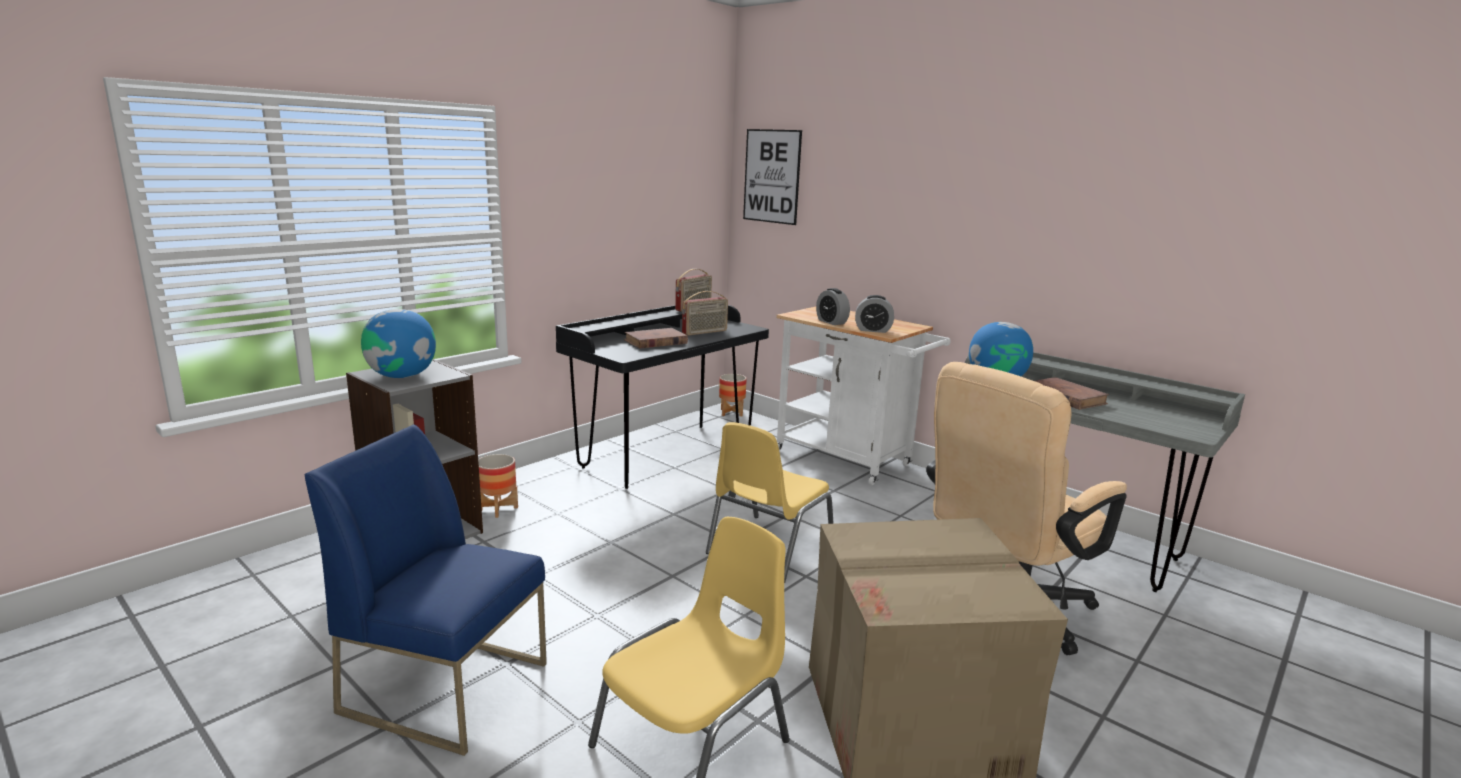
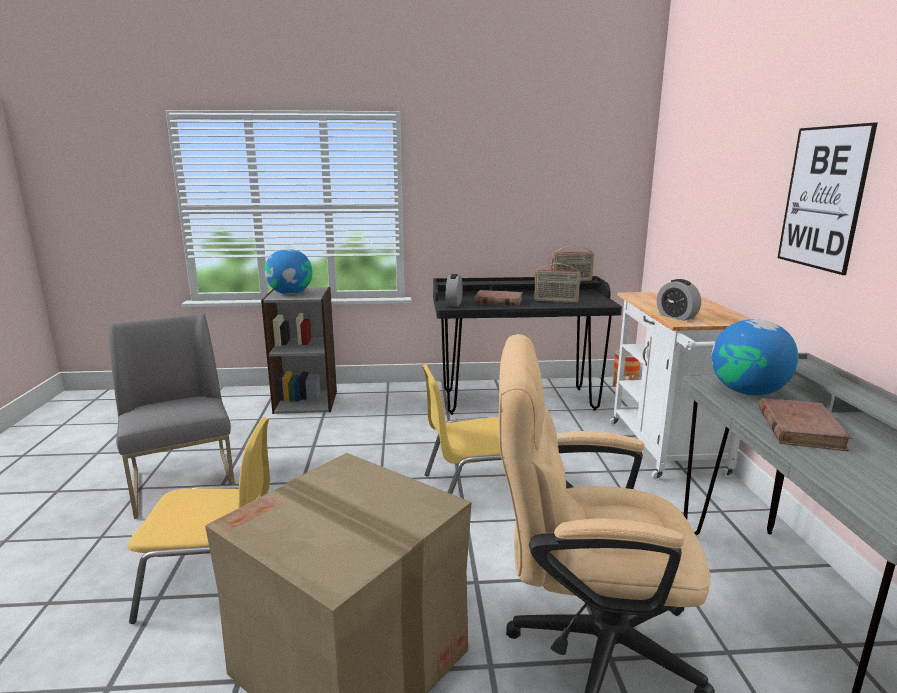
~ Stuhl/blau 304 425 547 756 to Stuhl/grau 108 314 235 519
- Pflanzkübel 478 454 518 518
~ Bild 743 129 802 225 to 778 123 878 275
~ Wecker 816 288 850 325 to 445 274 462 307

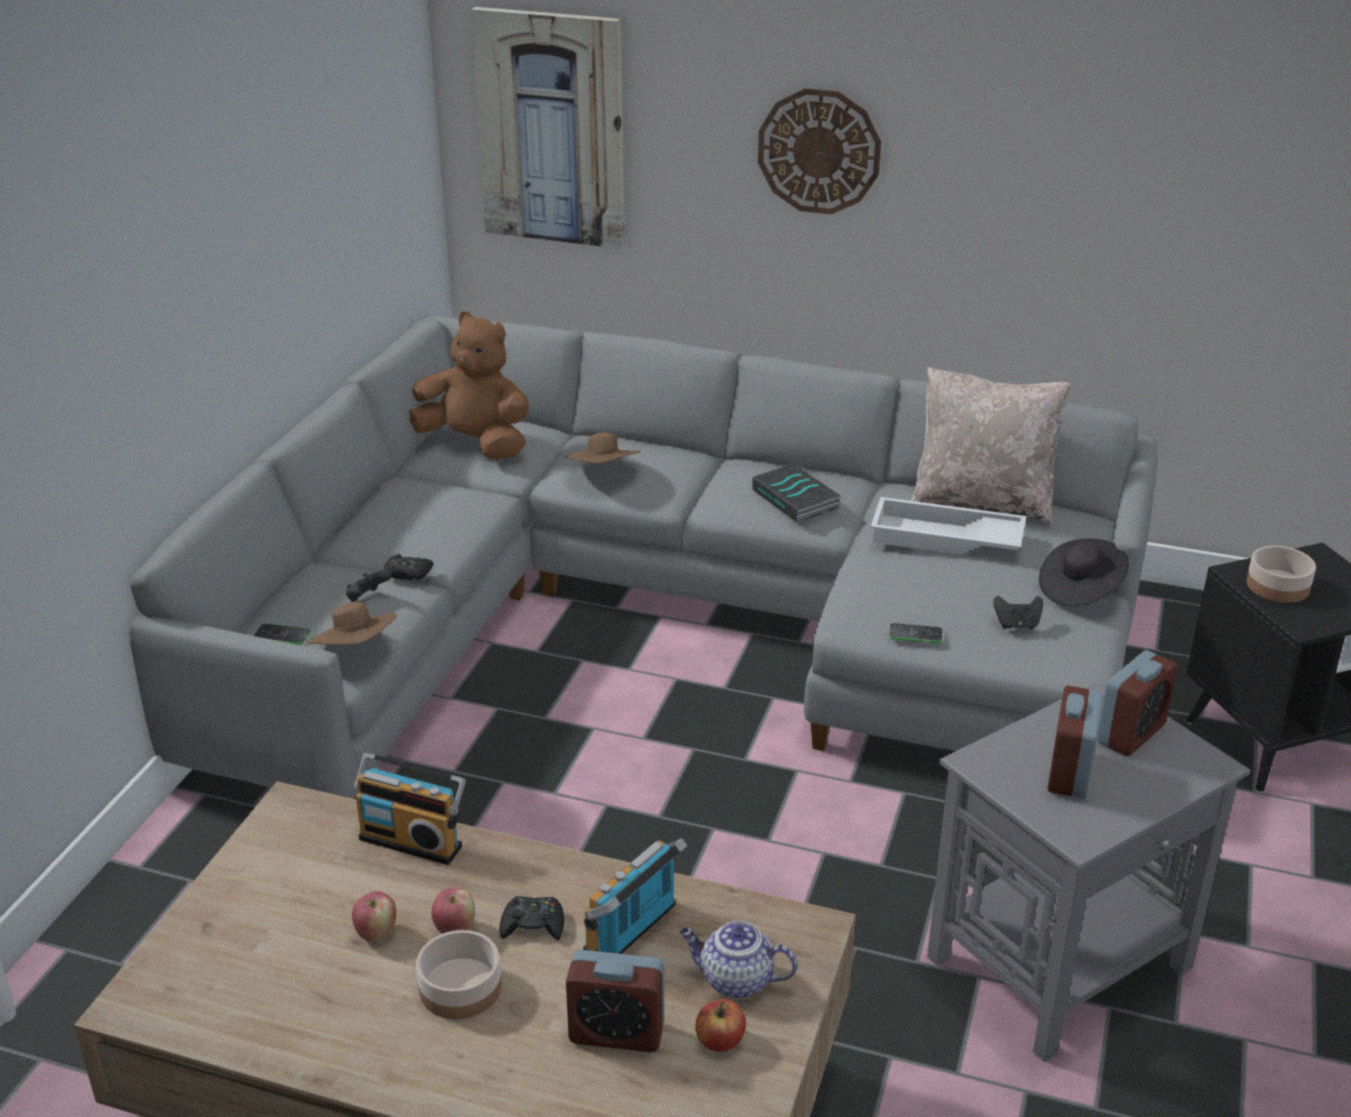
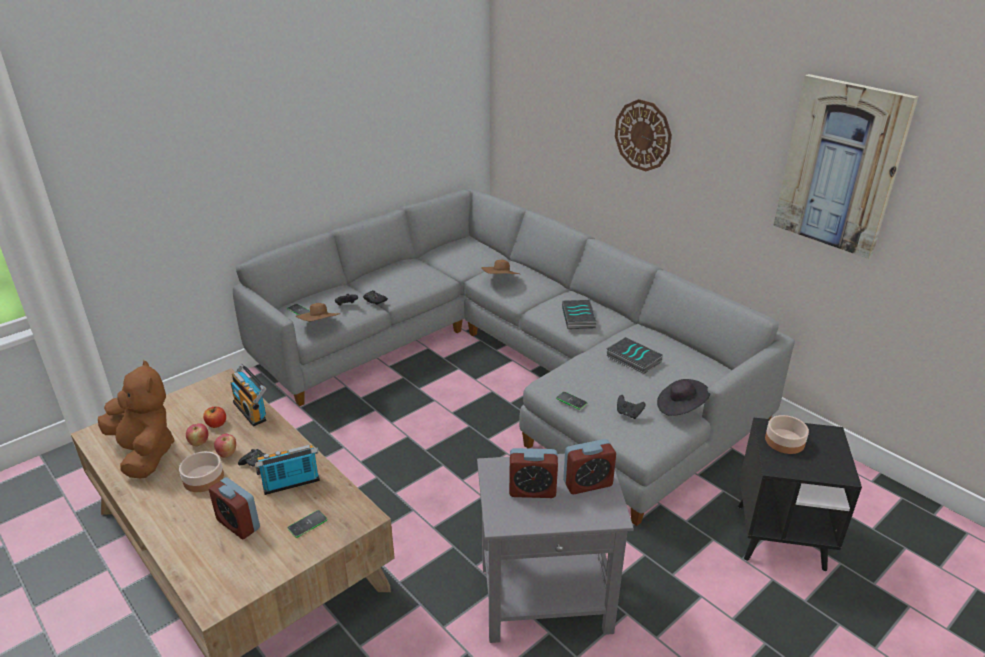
~ Plüschtier/braun 409 311 529 460 to 98 360 175 478
~ Bild 471 7 625 249 to 773 74 918 259
~ Teekanne 679 921 797 999 to Handy 288 510 327 538
~ Apfel 695 999 746 1052 to 203 407 226 428
~ Tablett/weiß 871 497 1026 555 to Buch 606 337 663 375
- Kissen/beige 911 367 1071 525
~ Wecker 1048 686 1103 799 = 509 448 558 498 135 degrees counterclockwise

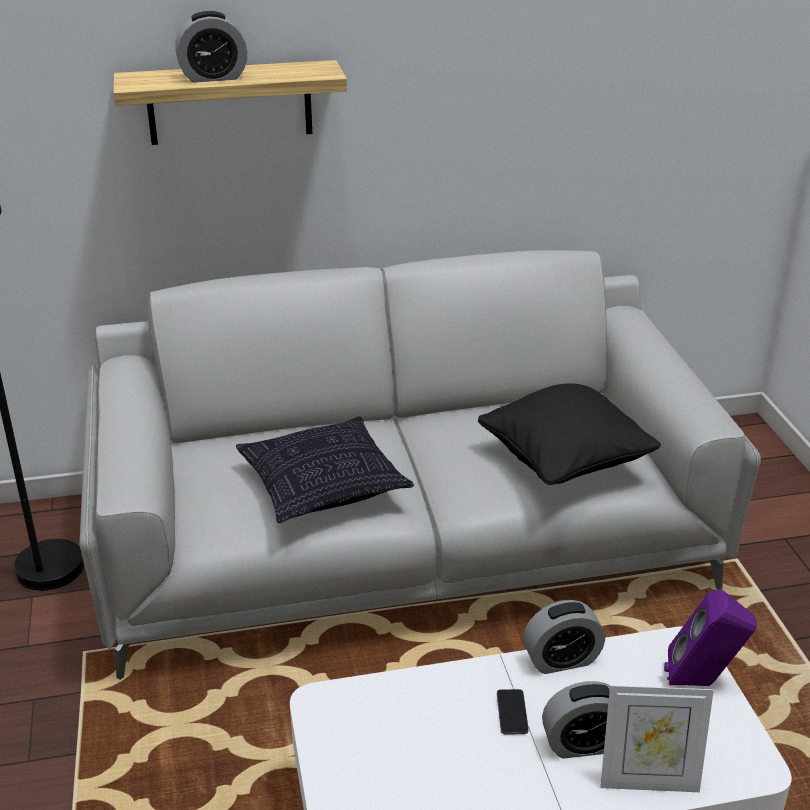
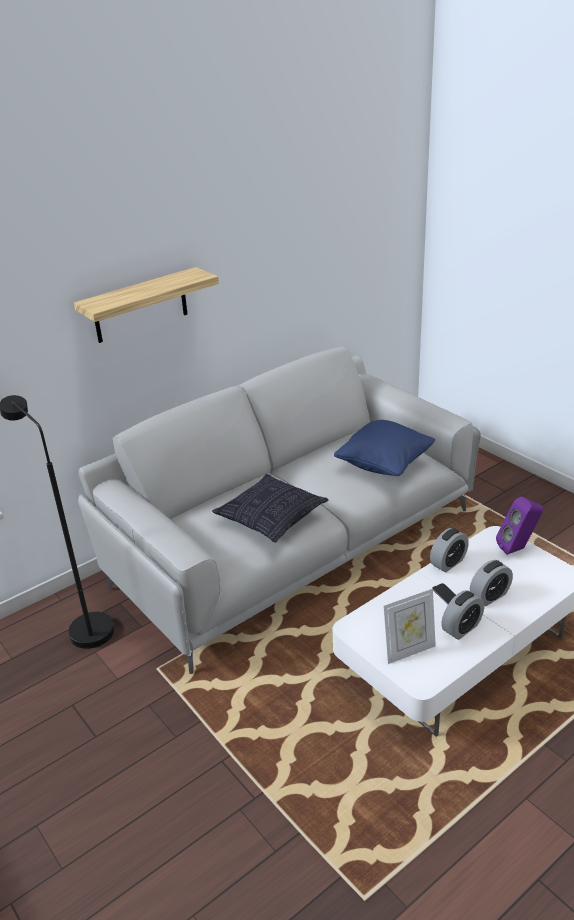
~ Wecker 175 11 247 83 to 441 590 484 640
~ Kissen/schwarz 478 383 661 485 to Kissen/blau 334 420 435 476
~ Bilderrahmen 600 685 714 792 to 383 588 436 664

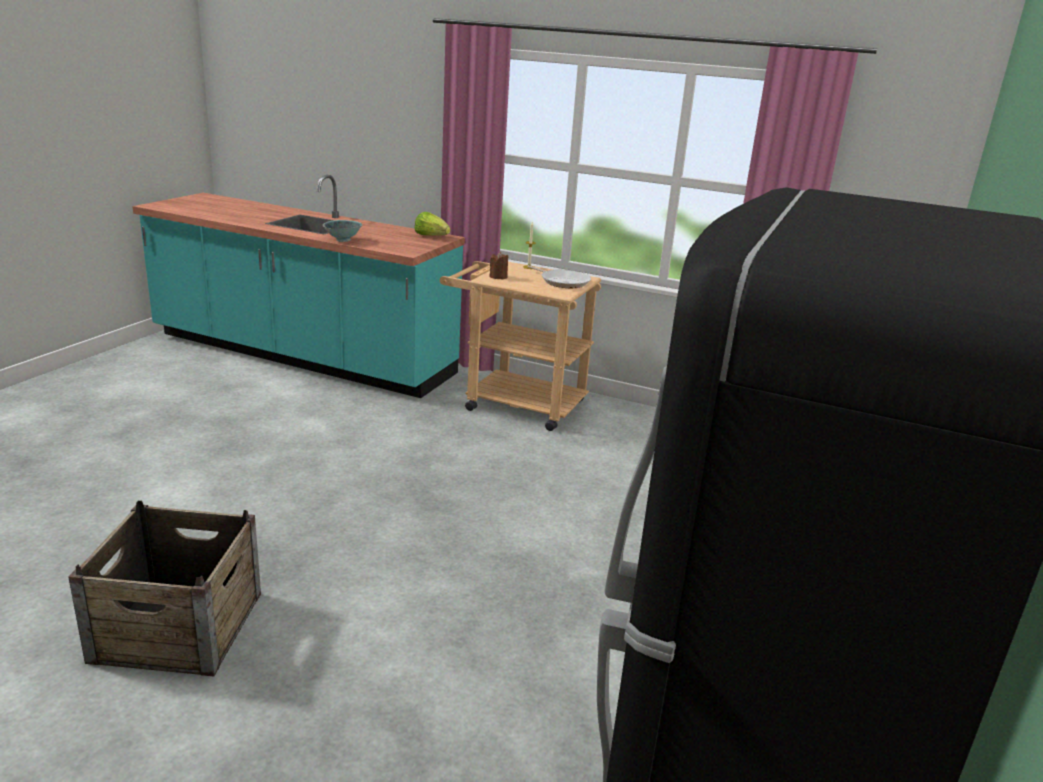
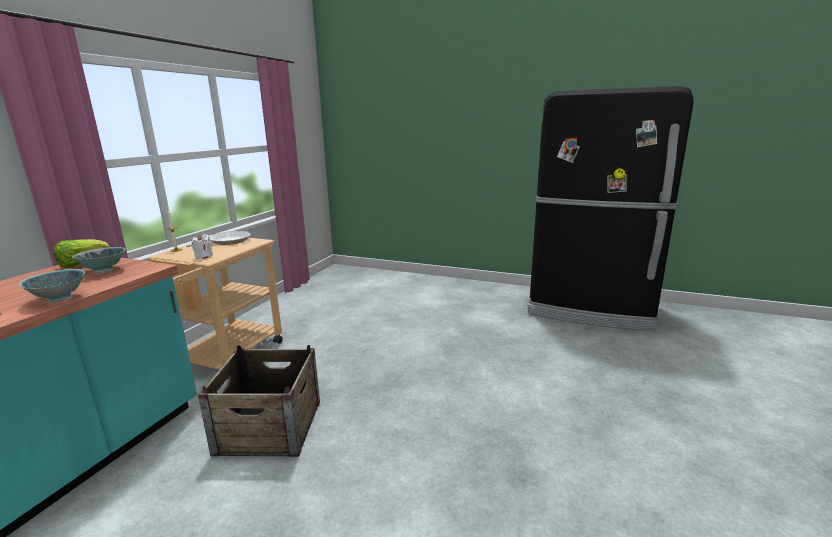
~ Kiste 68 500 261 676 to 198 345 320 457
~ Kerze/braun 489 252 508 280 to Kerze/weiß 191 234 213 259
+ Schüssel 72 247 125 273

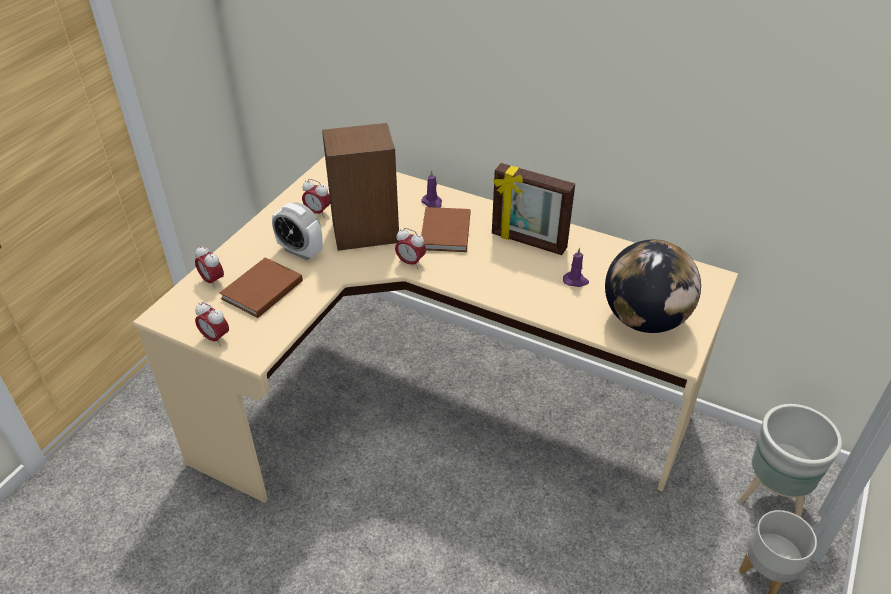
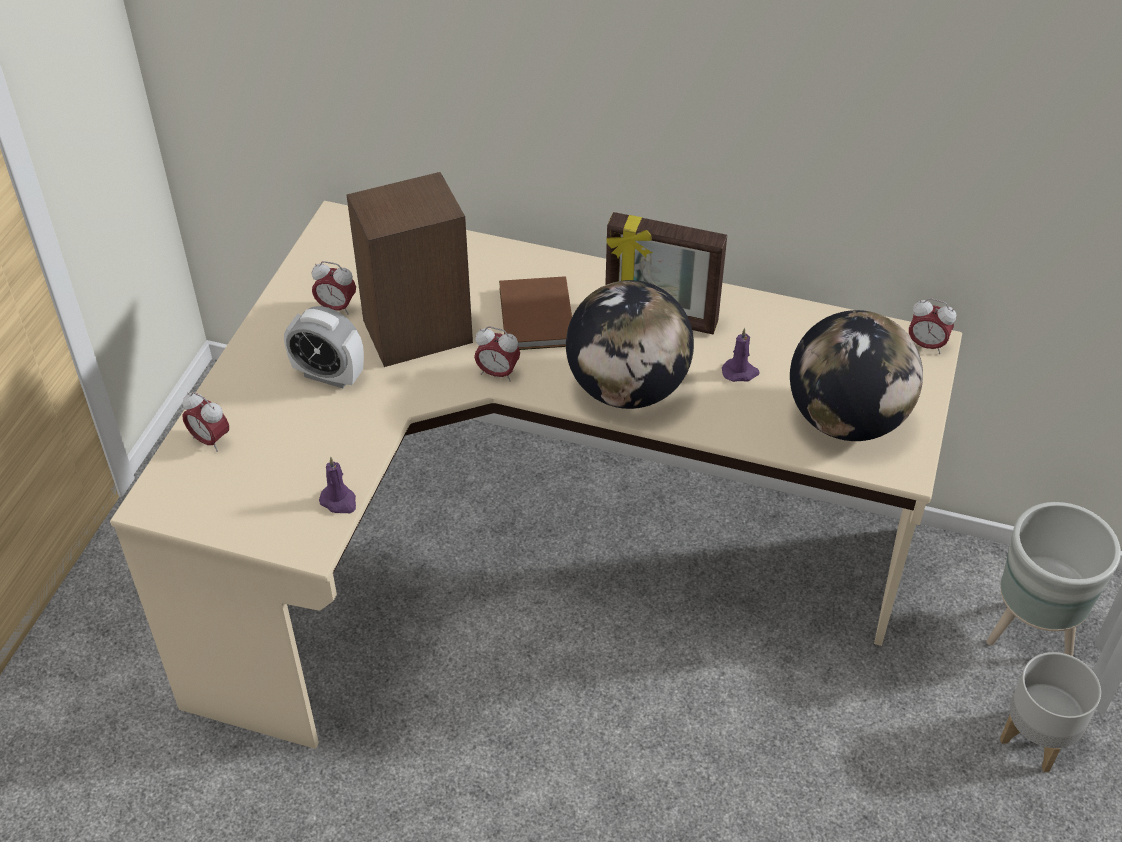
~ Wecker 195 302 229 346 to 909 298 956 354
- Buch/braun 220 257 303 318
~ Kerze/lila 421 170 442 208 to 319 457 356 513
+ Globus 566 280 694 409

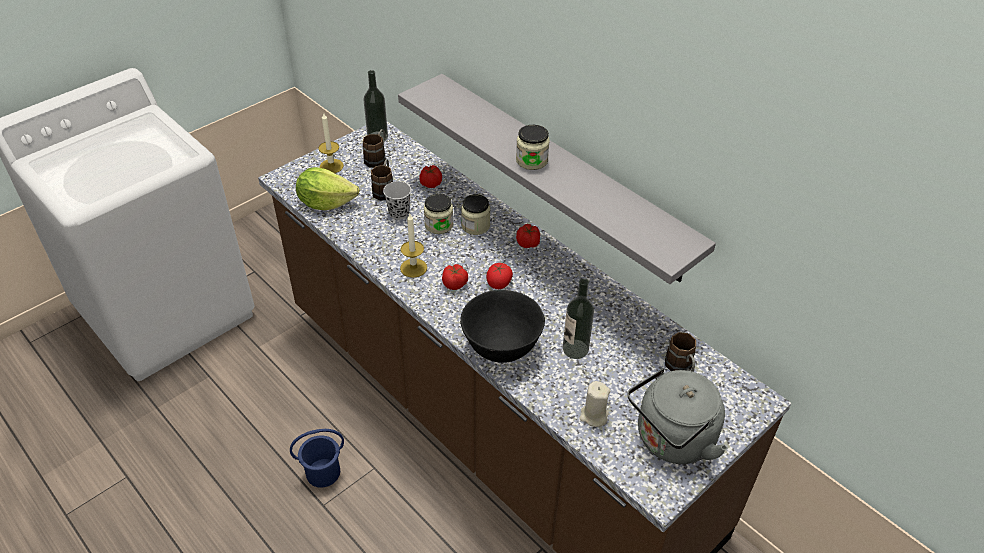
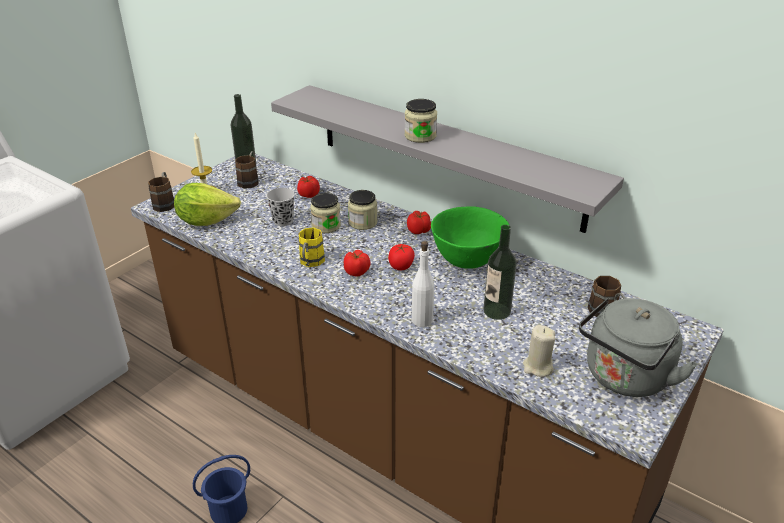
~ Henkelbecher/braun 371 159 393 201 to 148 172 174 212
~ Kerze 400 214 427 278 to Henkelbecher/gelb 299 228 325 267
~ Schüssel/schwarz 460 290 545 363 to Flasche/weiß 412 241 434 327
+ Schüssel/grün 431 206 509 269

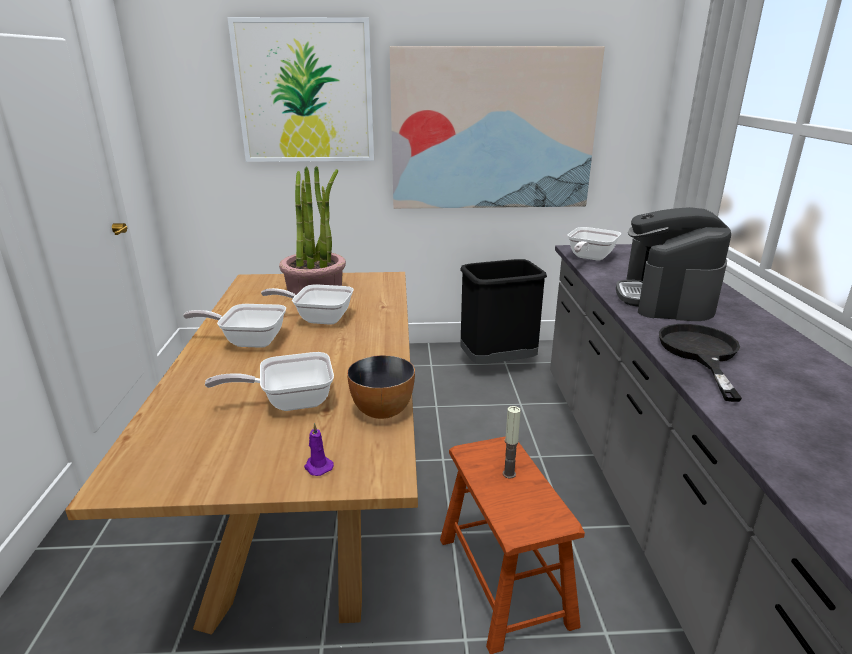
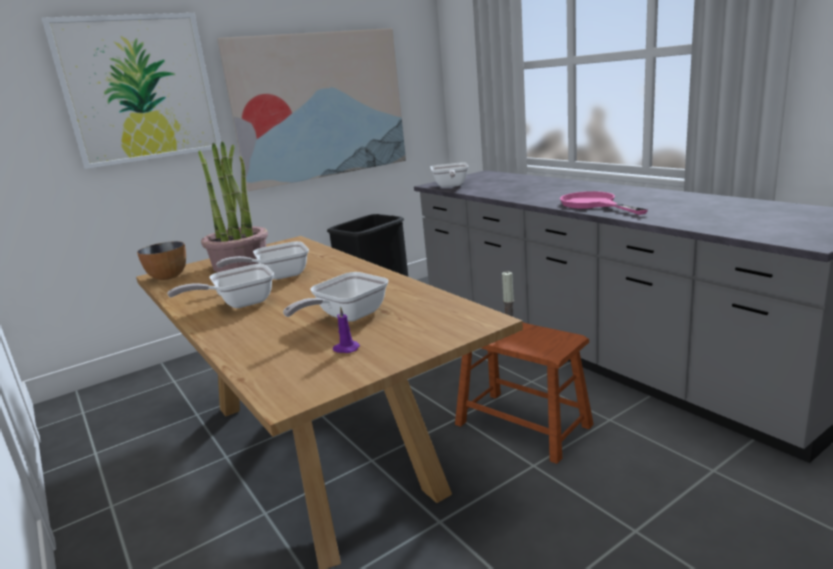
~ Kerze/lila 304 423 334 476 to 333 306 360 353
~ Schüssel 347 355 415 419 to 137 241 186 280
- Kaffeemaschine 616 207 731 321
~ Pfanne/schwarz 659 324 742 402 to Pfanne/rosa 560 191 648 215

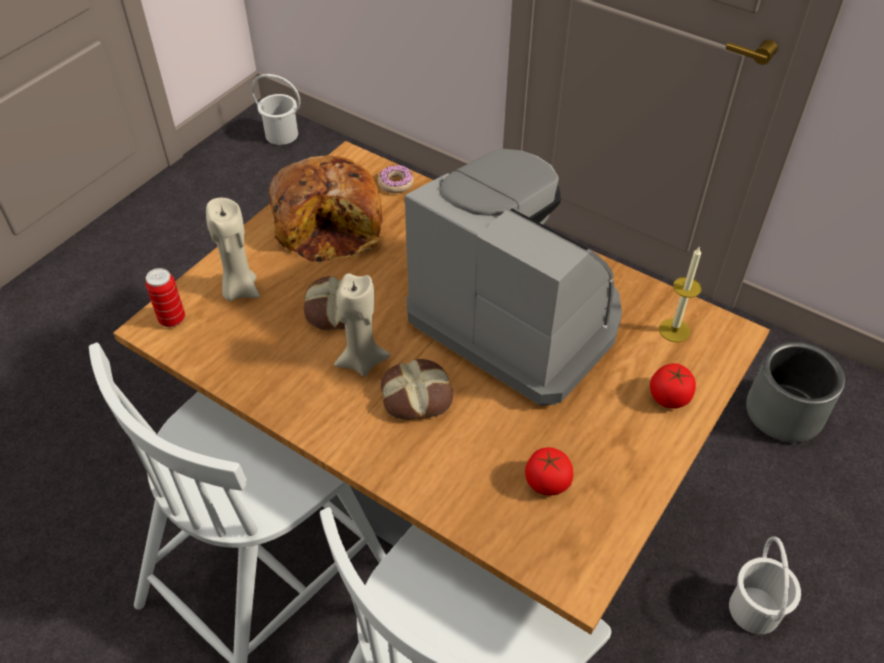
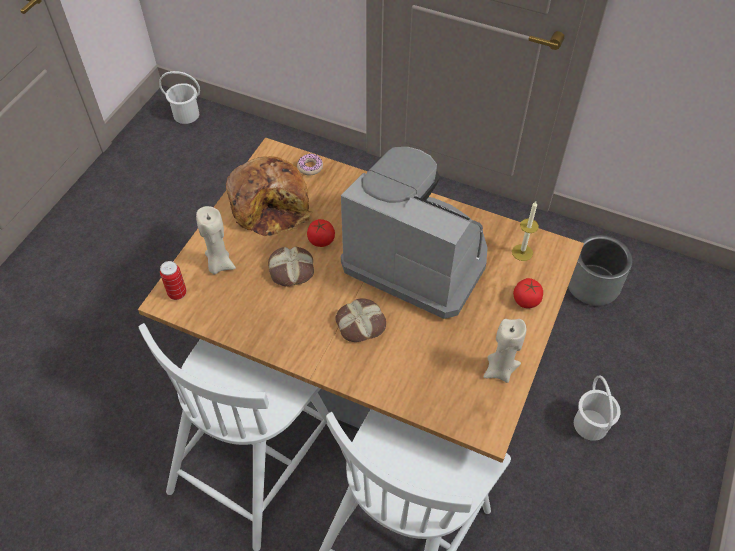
~ Kerze/beige 334 273 391 377 to 484 319 526 383
~ Tomate 525 447 573 495 to 307 219 335 247

